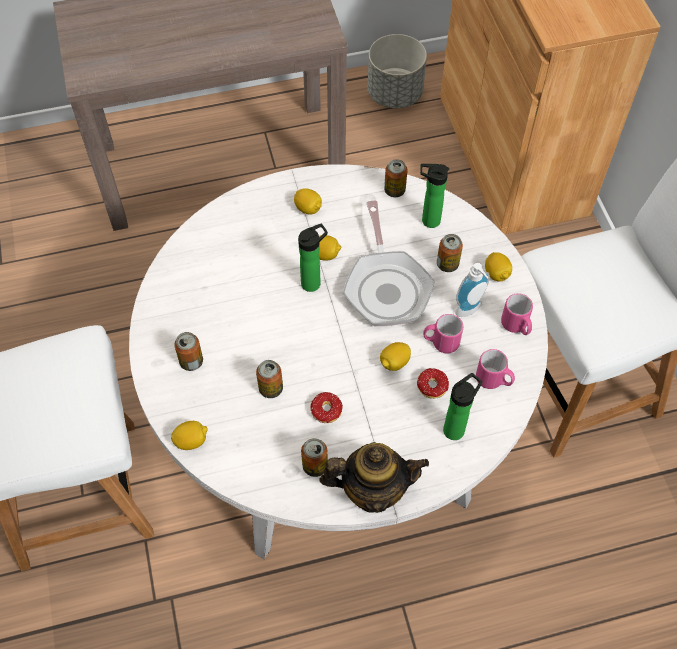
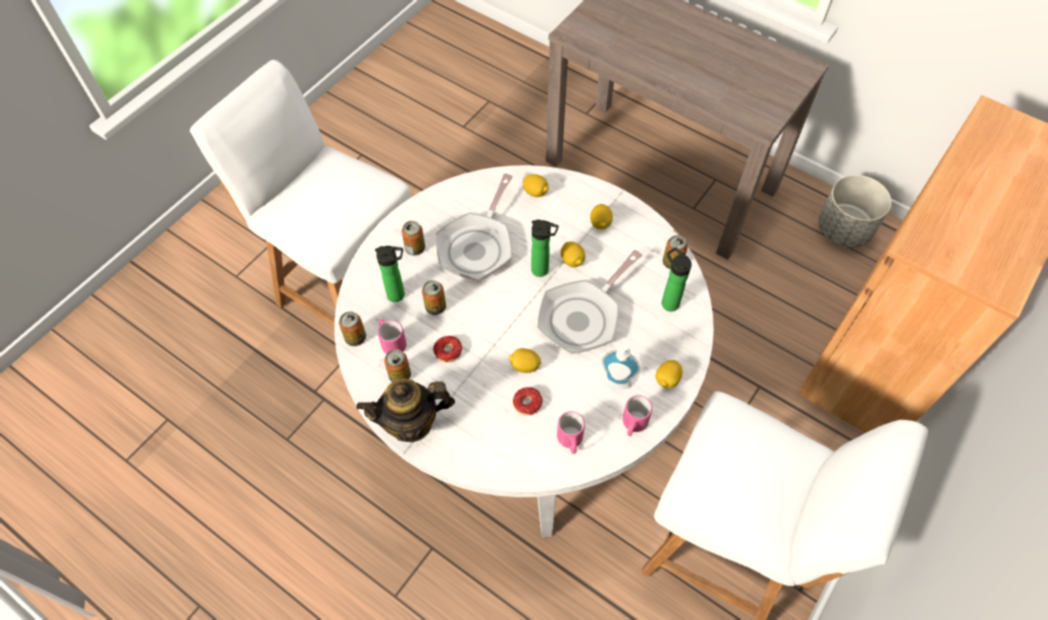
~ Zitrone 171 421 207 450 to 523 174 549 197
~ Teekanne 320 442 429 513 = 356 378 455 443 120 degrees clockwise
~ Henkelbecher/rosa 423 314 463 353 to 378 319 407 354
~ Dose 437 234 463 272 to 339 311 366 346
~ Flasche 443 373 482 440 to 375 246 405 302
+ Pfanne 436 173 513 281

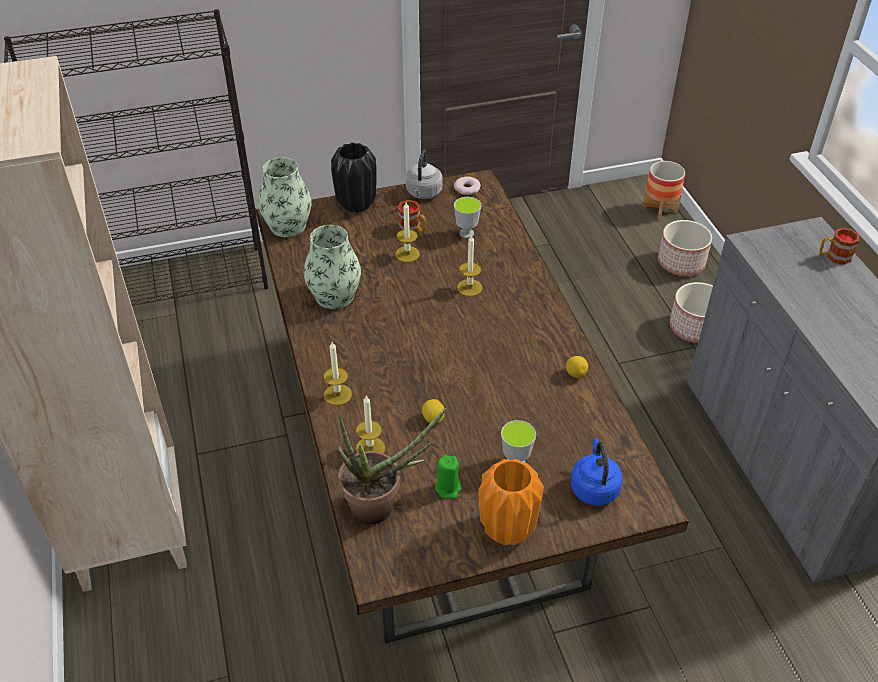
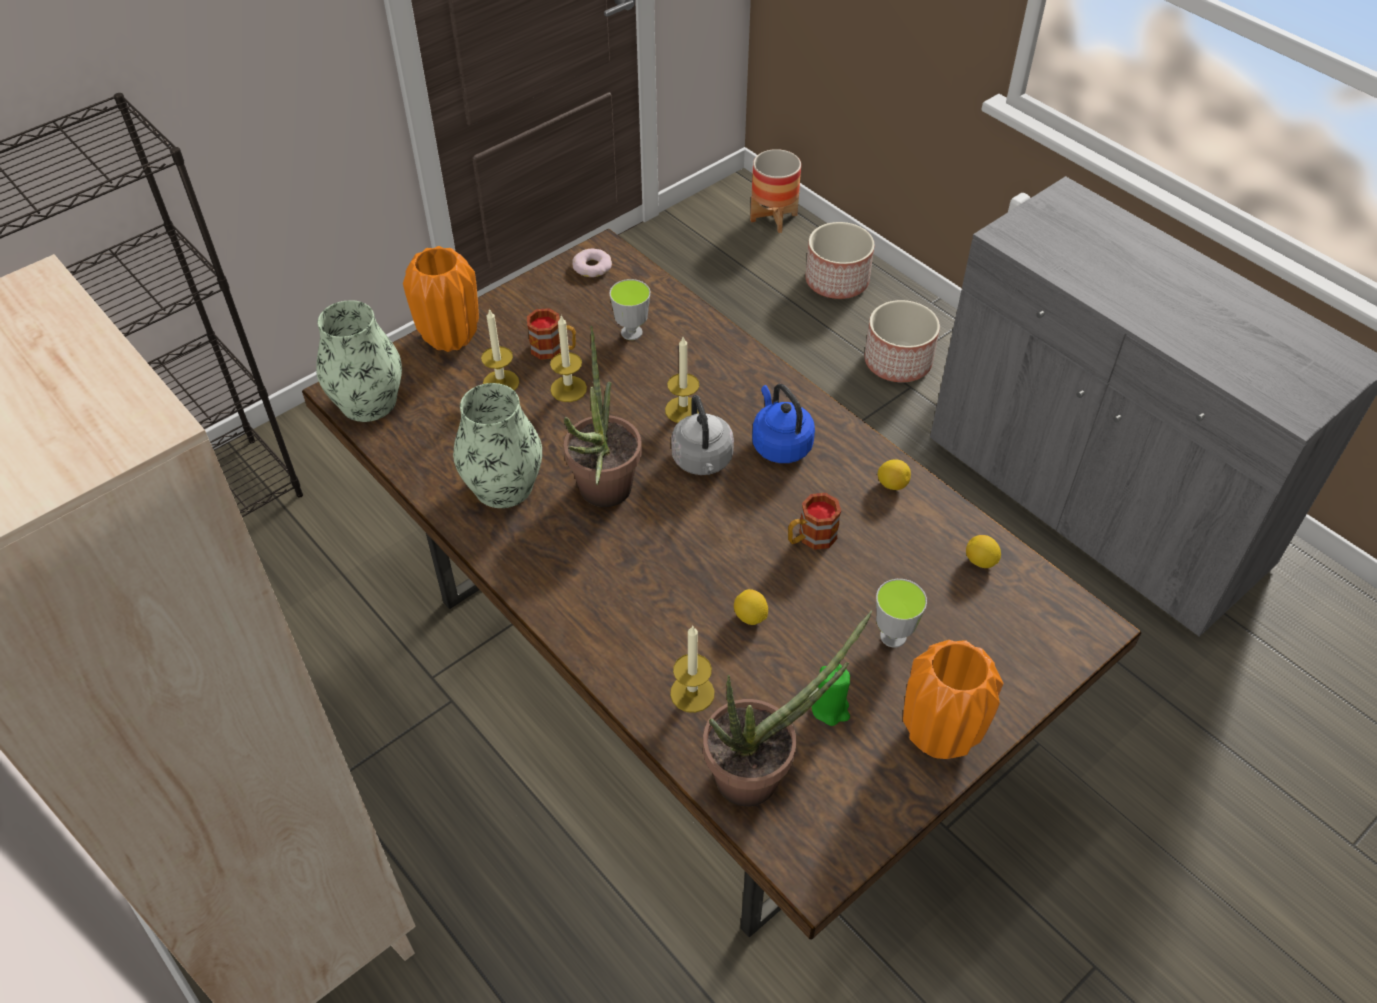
~ Kerze 324 342 352 406 to 481 308 519 391
~ Vase/schwarz 331 143 377 213 to Vase/orange 403 246 479 352
~ Wasserkessel/grau 406 150 443 199 to 671 395 734 475
~ Wasserkessel/blau 571 438 622 506 to 752 384 815 463
~ Henkelbecher 820 228 859 265 to 788 493 841 550
+ Topfpflanze 563 326 642 507
+ Zitrone 966 535 1001 568

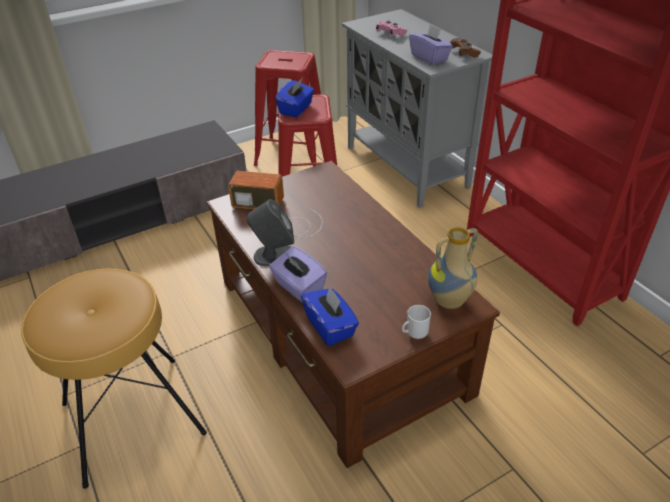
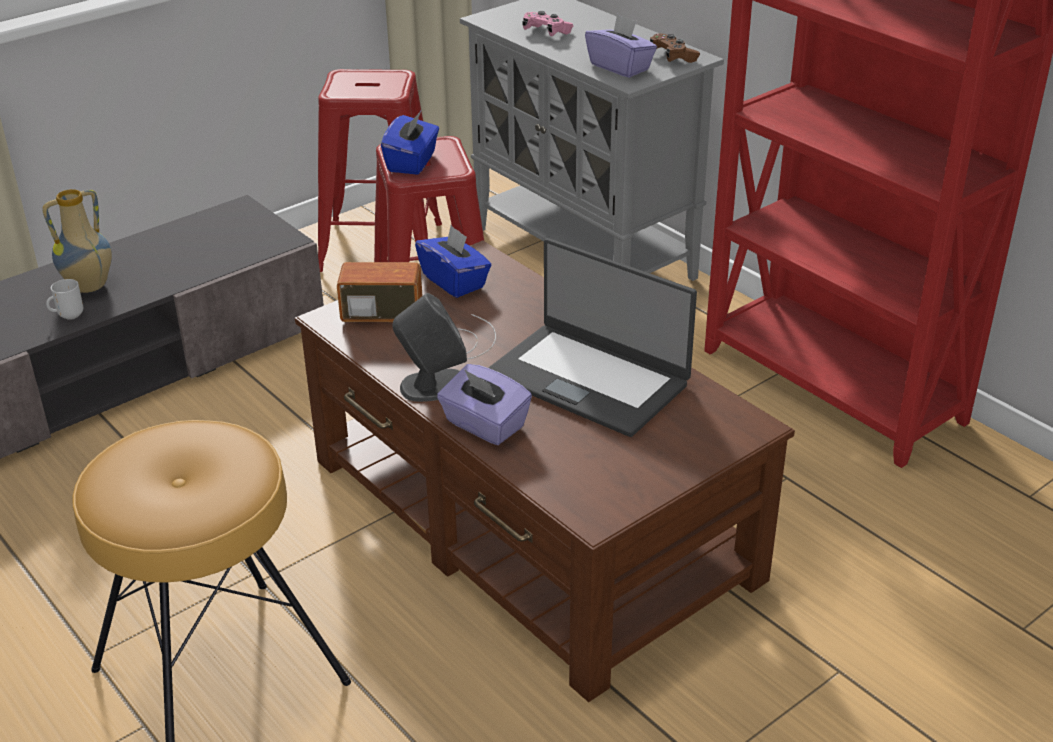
~ Taschentuchbox/blau 301 287 359 346 to 415 225 491 298
~ Henkelbecher 402 305 431 339 to 46 279 83 320
~ Vase 428 227 478 309 to 42 189 112 293
+ Laptop 488 238 697 437

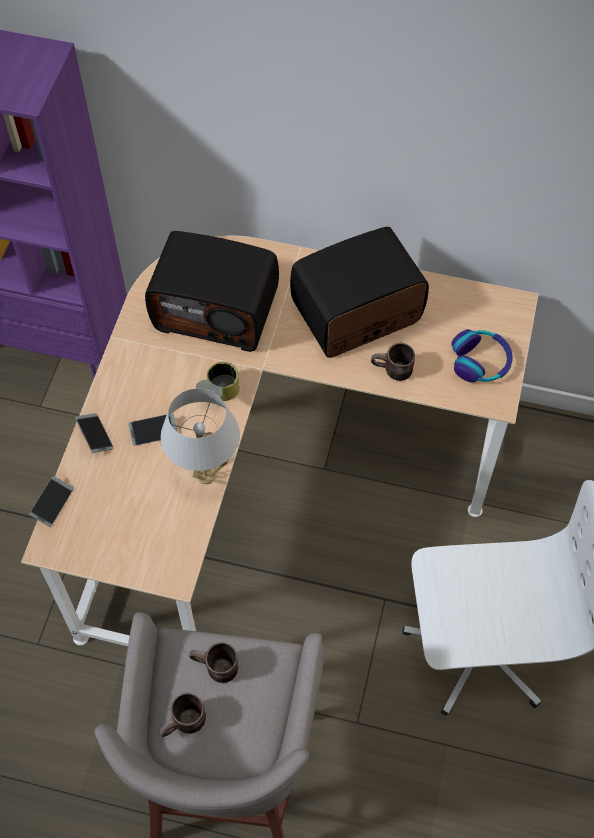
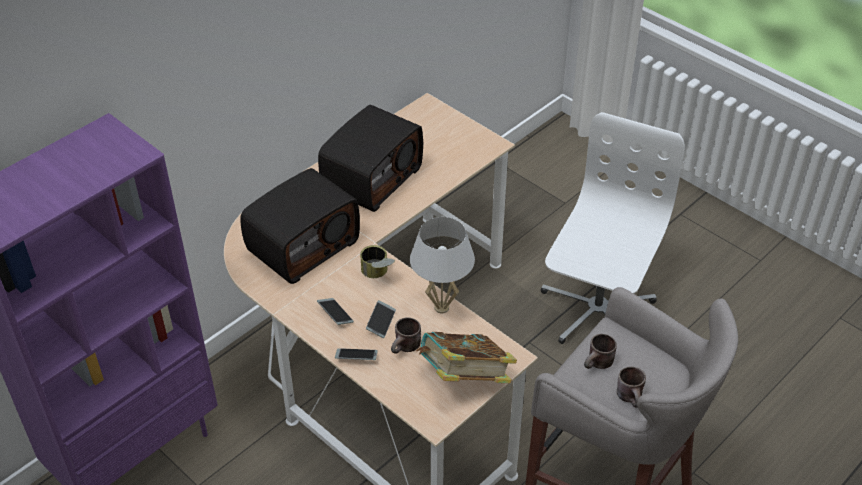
~ Handy 29 476 74 527 to 317 298 354 325
~ Radio 290 227 429 358 = 318 105 423 212 150 degrees counterclockwise
~ Henkelbecher/braun 371 343 415 381 to 391 317 421 354
- Kopfhörer 451 329 513 382
+ Buch 416 332 517 383

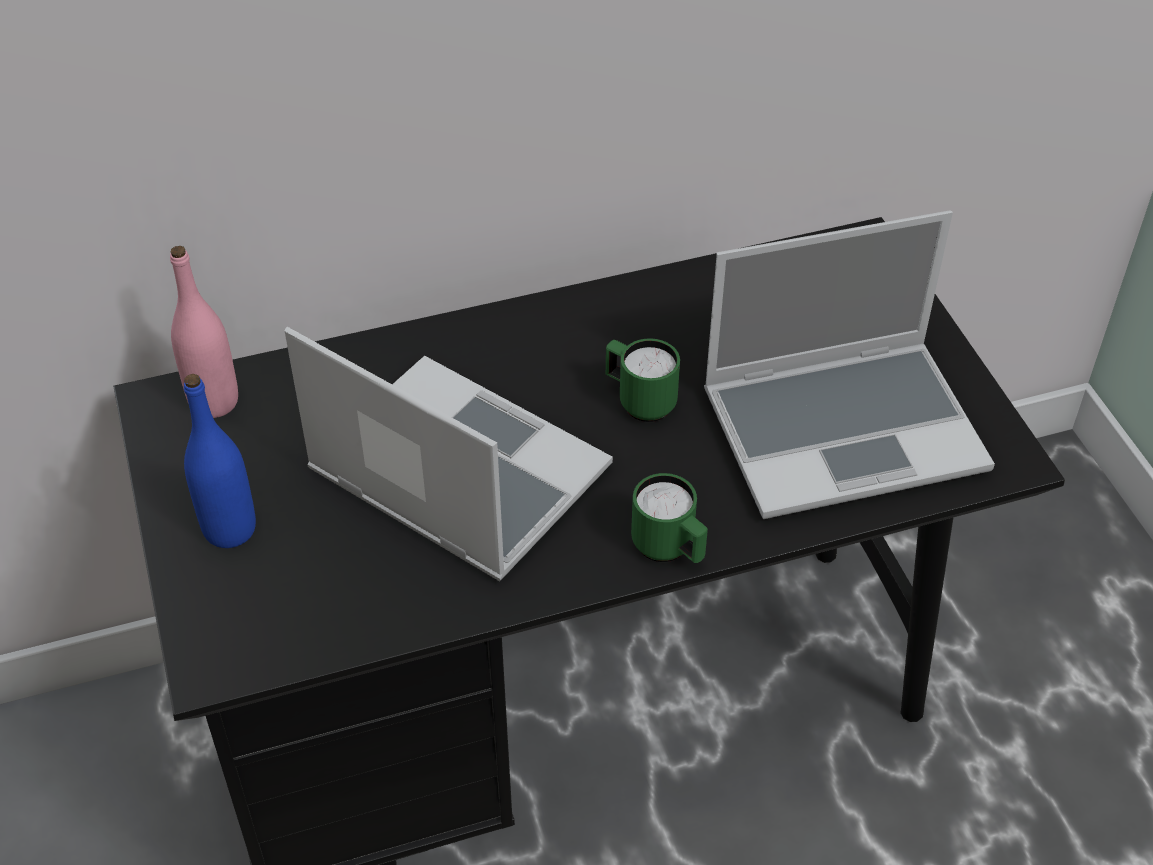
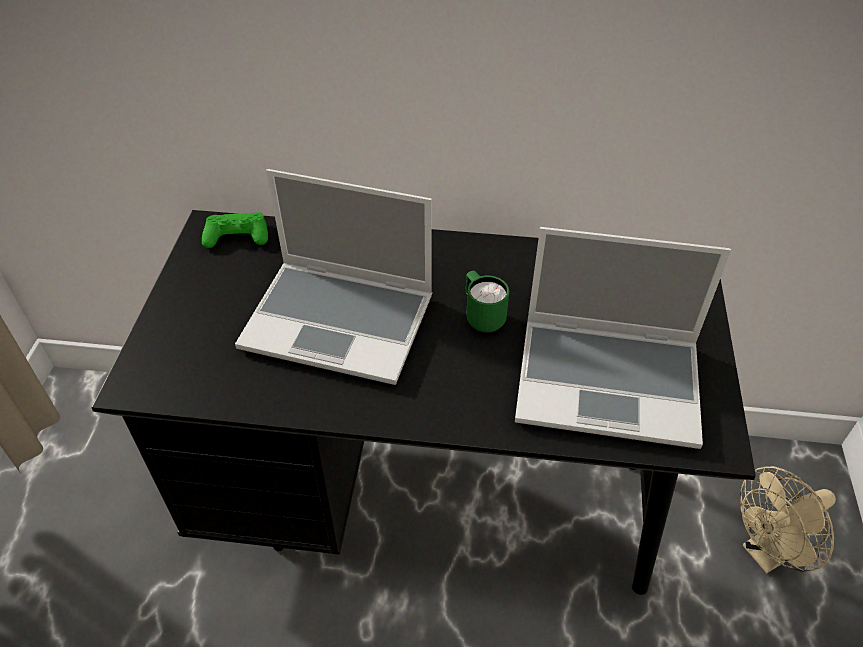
~ Flasche/rosa 170 246 238 418 to Gamepad/grün 202 212 268 248
- Flasche/blau 184 374 256 548
~ Laptop 285 327 613 582 = 235 169 432 385 135 degrees clockwise
- Henkelbecher/grün 631 473 708 563
+ Ventilator/beige 740 466 836 573

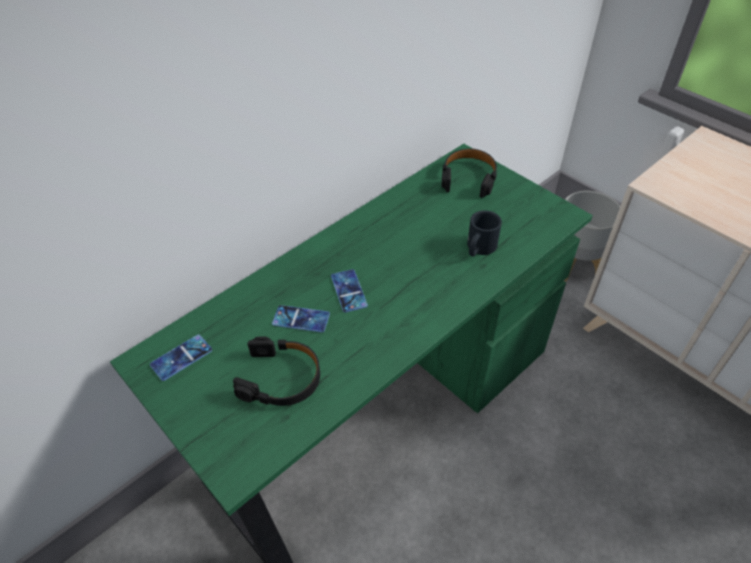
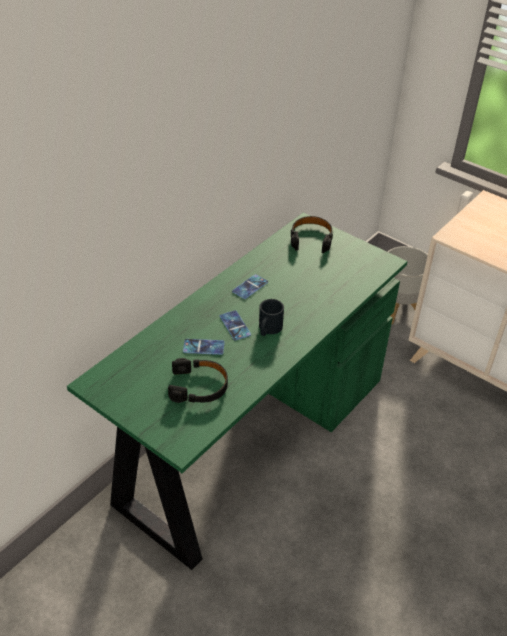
~ Handy 150 334 212 381 to 232 274 268 299
~ Henkelbecher/schwarz 467 210 502 257 to 259 299 284 336

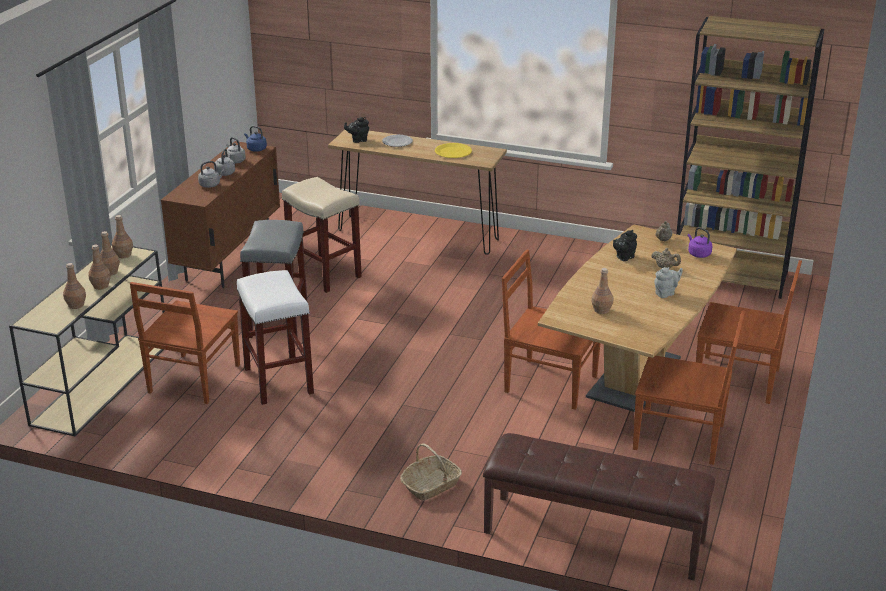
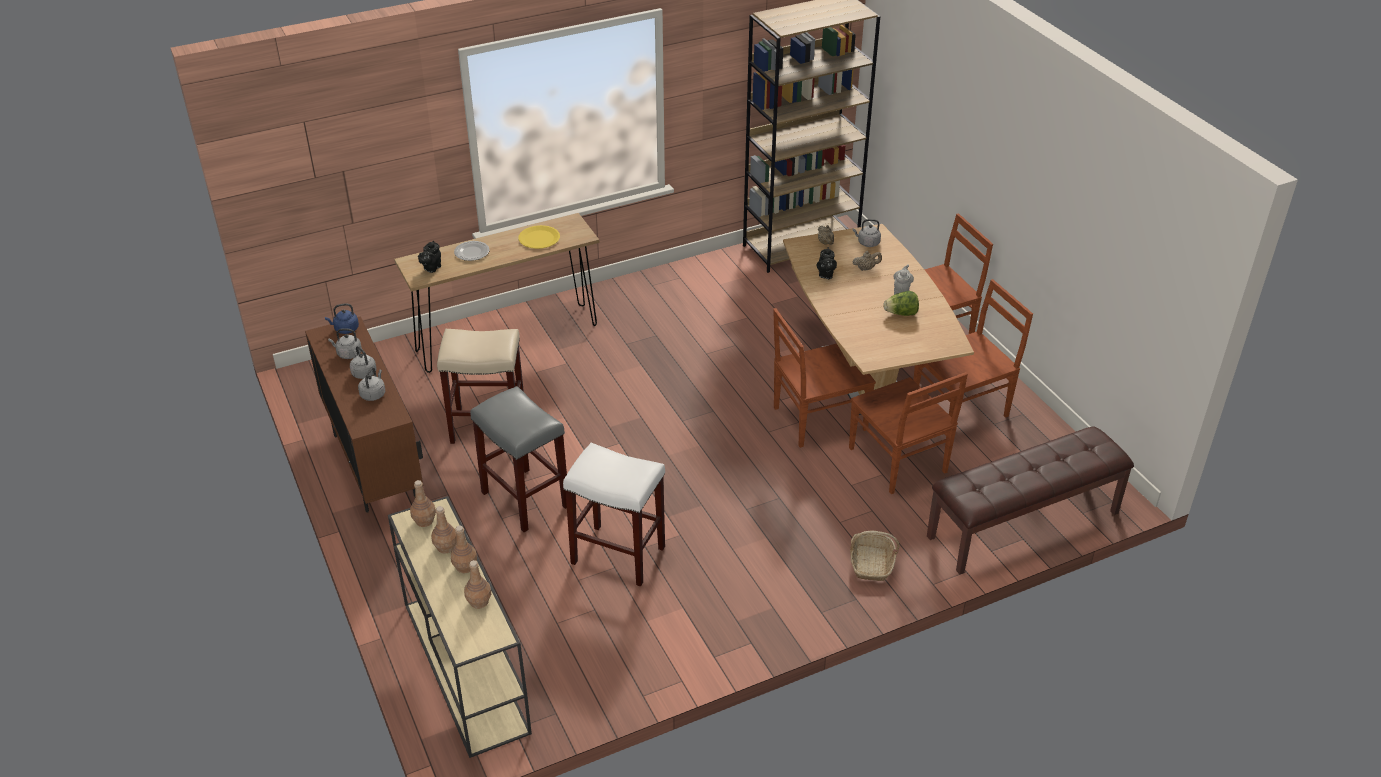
~ Stuhl/braun 130 282 240 404 to 849 372 968 494
- Flasche/braun 591 268 613 314
~ Wasserkessel/lila 688 227 713 258 to Wasserkessel/grau 853 219 881 247
+ Salatkopf 883 291 919 316

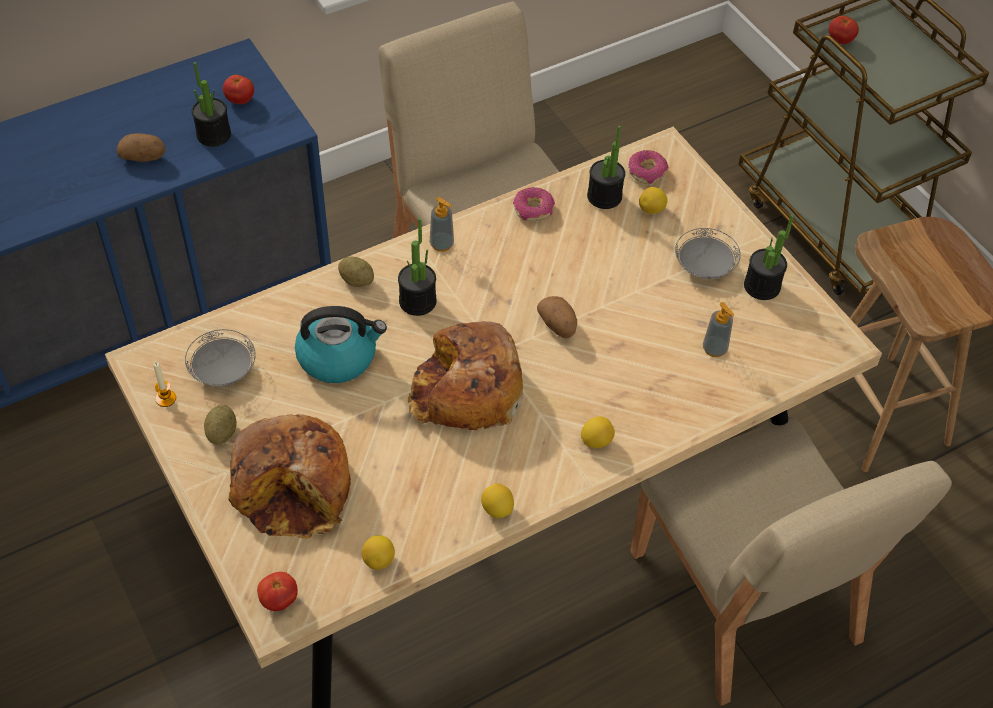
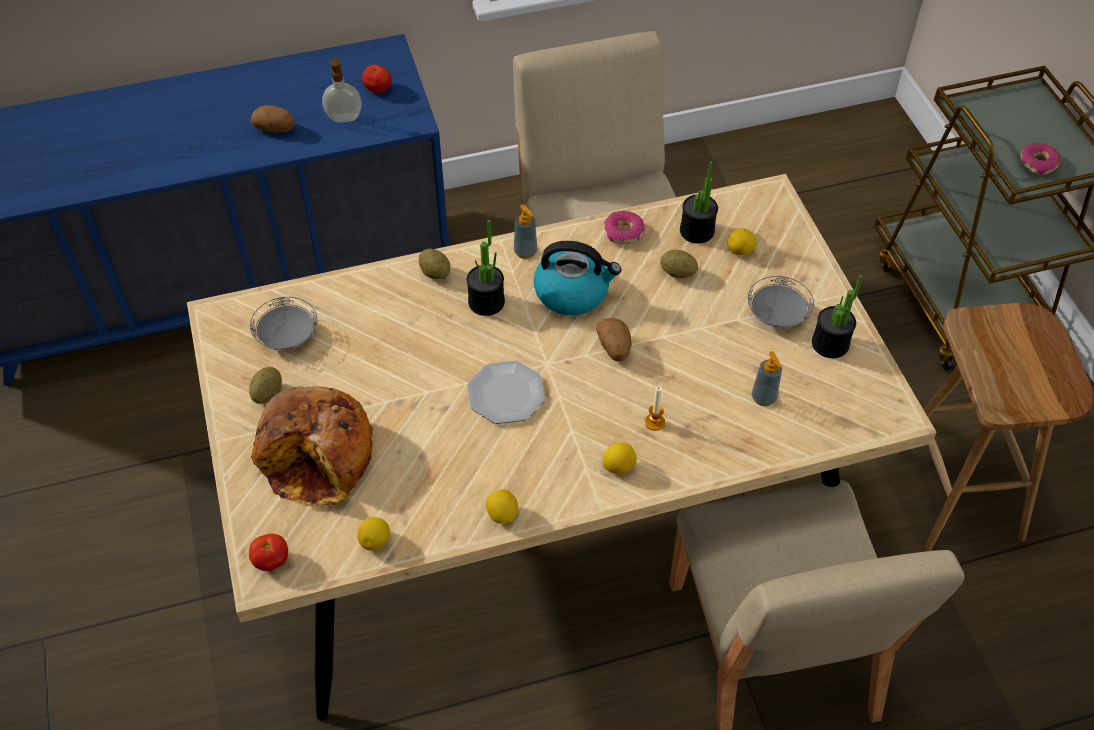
~ Kerze 153 361 176 407 to 645 386 665 431
~ Topfpflanze 192 62 231 147 to Seifenspender 322 57 362 122
~ Wasserkessel 295 306 387 383 to 534 241 621 315
~ Brot 408 321 523 430 to Teller 467 361 545 424
~ Donut 628 150 669 184 to 1020 143 1061 175
- Tomate 829 15 859 44
+ Kartoffel 660 250 698 278

